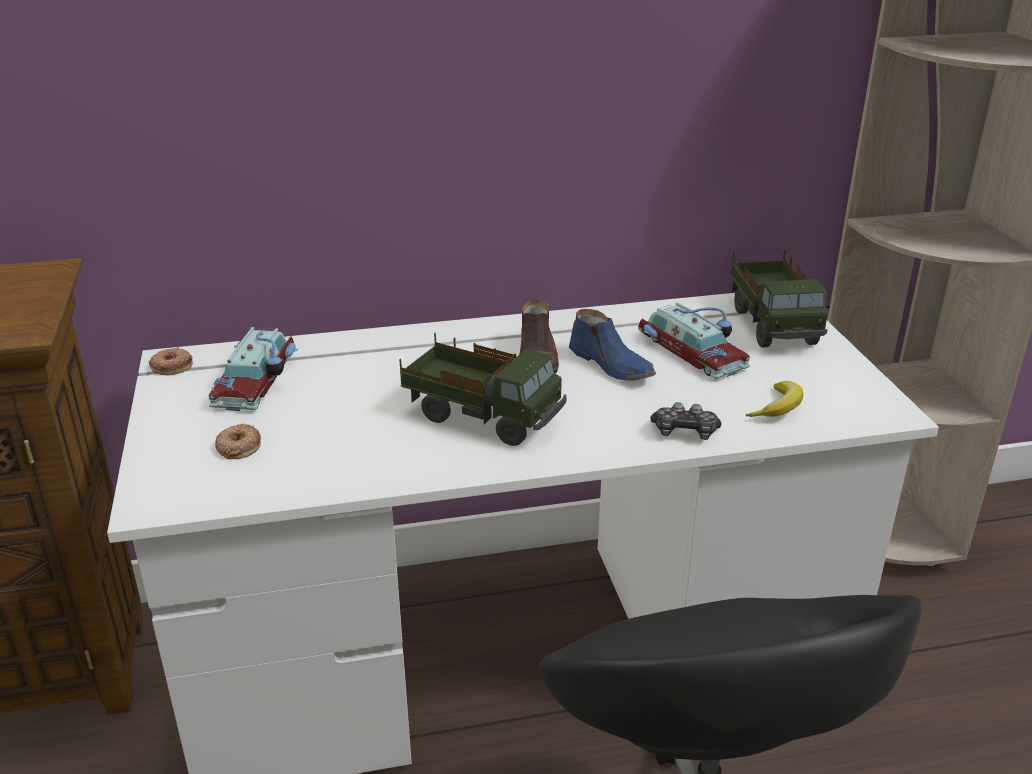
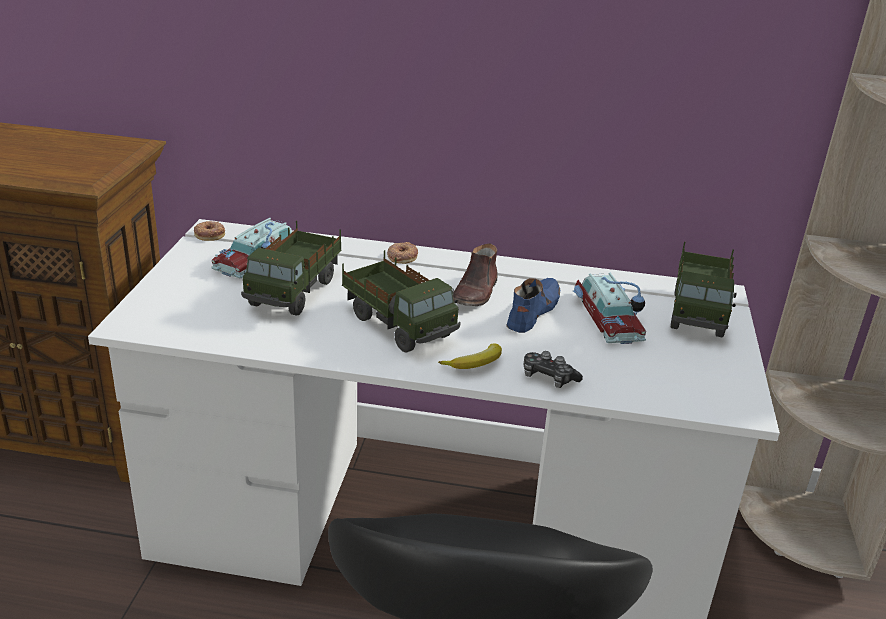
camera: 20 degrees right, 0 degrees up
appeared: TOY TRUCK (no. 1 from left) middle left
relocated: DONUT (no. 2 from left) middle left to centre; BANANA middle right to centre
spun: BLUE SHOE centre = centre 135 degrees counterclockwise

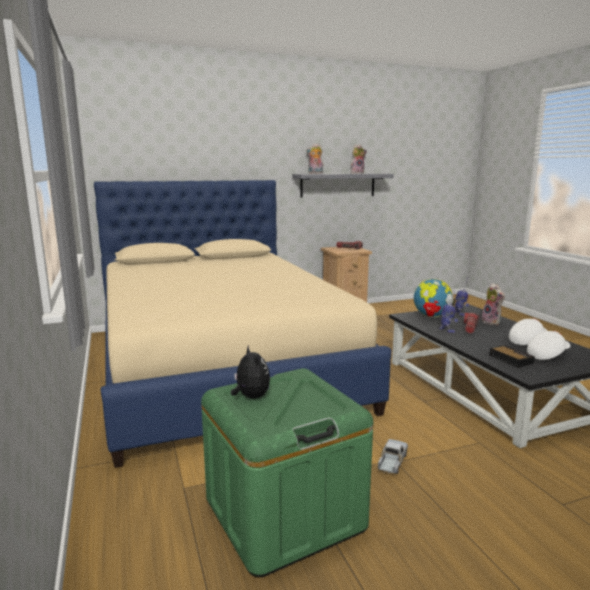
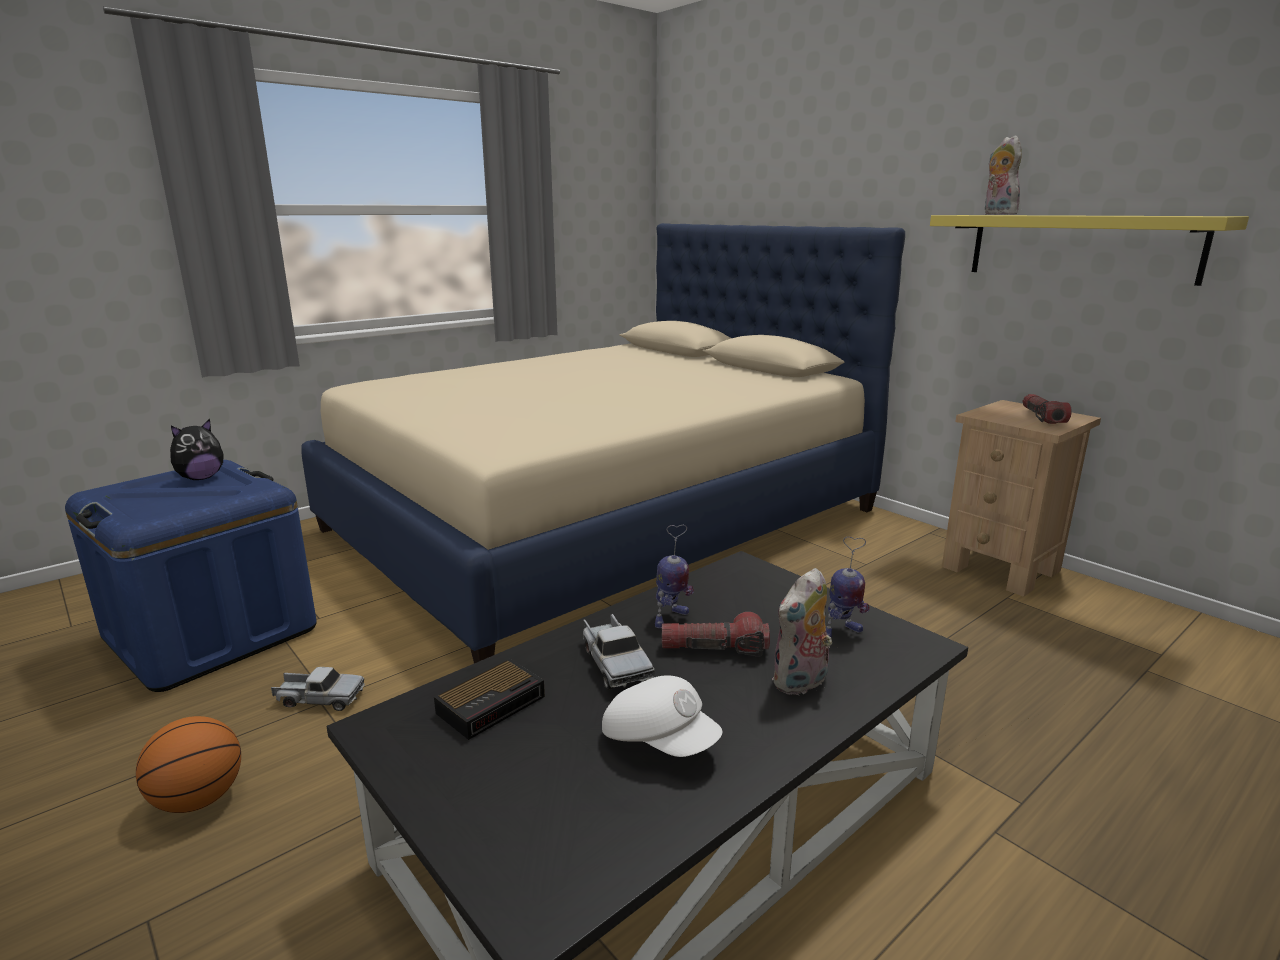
camera: 70 degrees right, 5 degrees up
missing: PLUSH TOY (no. 3 from left) top centre; GLOBE middle right; WHITE CAP (no. 2 from left) middle right
appeared: BASKETBALL bottom left; TOY TRUCK (no. 2 from left) bottom centre
colour: GREEN STORAGE BOX bottom centre to BLUE STORAGE BOX middle left; GREY SHELF top centre to YELLOW SHELF top right

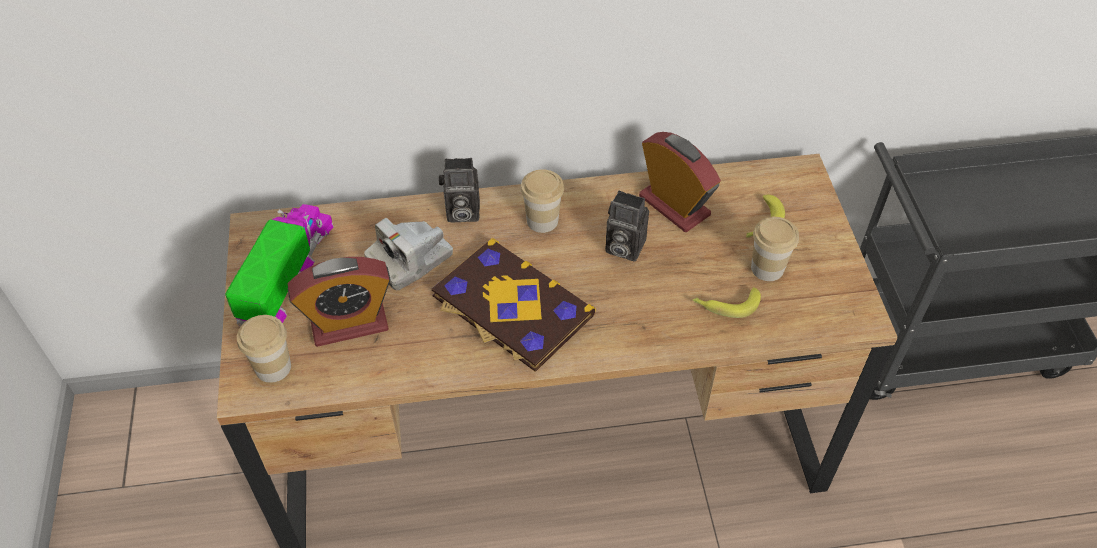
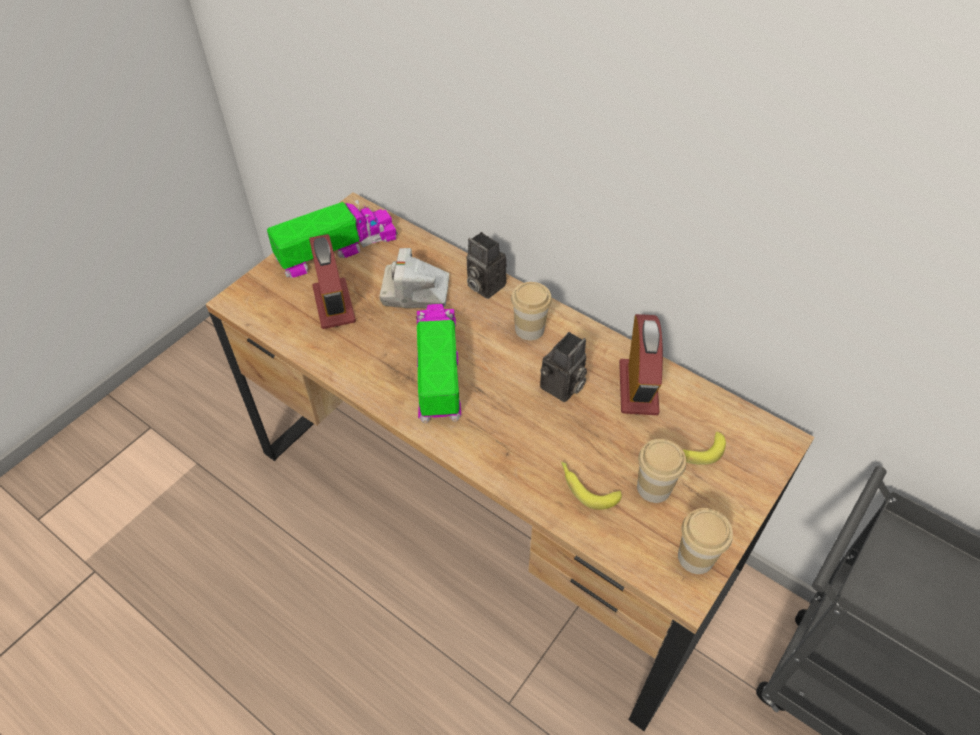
camera: 45 degrees right, 0 degrees up
relocated: CUP (no. 1 from left in the first image) middle left to CUP (no. 3 from left) bottom right
exchanged: BOOK centre to TOY TRUCK (no. 2 from left) centre
spun: ALARM CLOCK (no. 1 from left) middle left = centre 45 degrees clockwise; PHOTO CAMERA (no. 3 from left) centre = centre 120 degrees counterclockwise

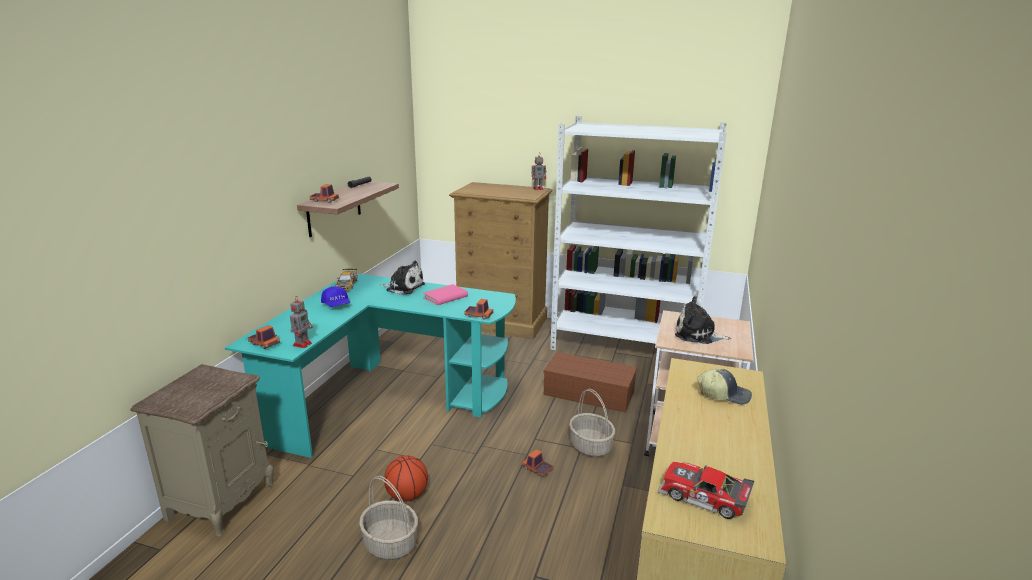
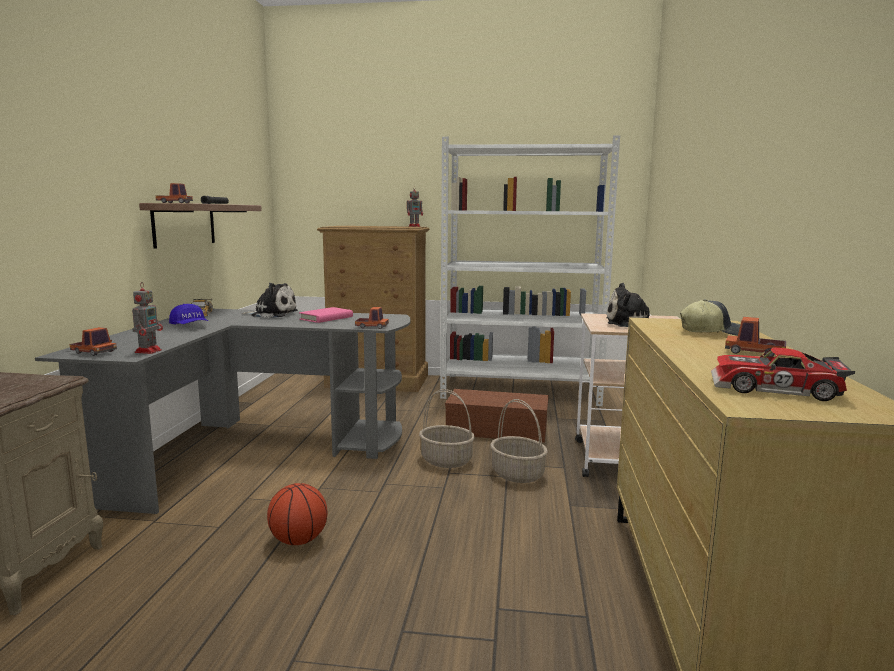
camera: 10 degrees left, 10 degrees down
relocated: BASKET (no. 1 from left) bottom centre to centre; TOY TRUCK (no. 4 from left) bottom centre to middle right
colour: TURQUOISE DESK centre to GREY DESK middle left

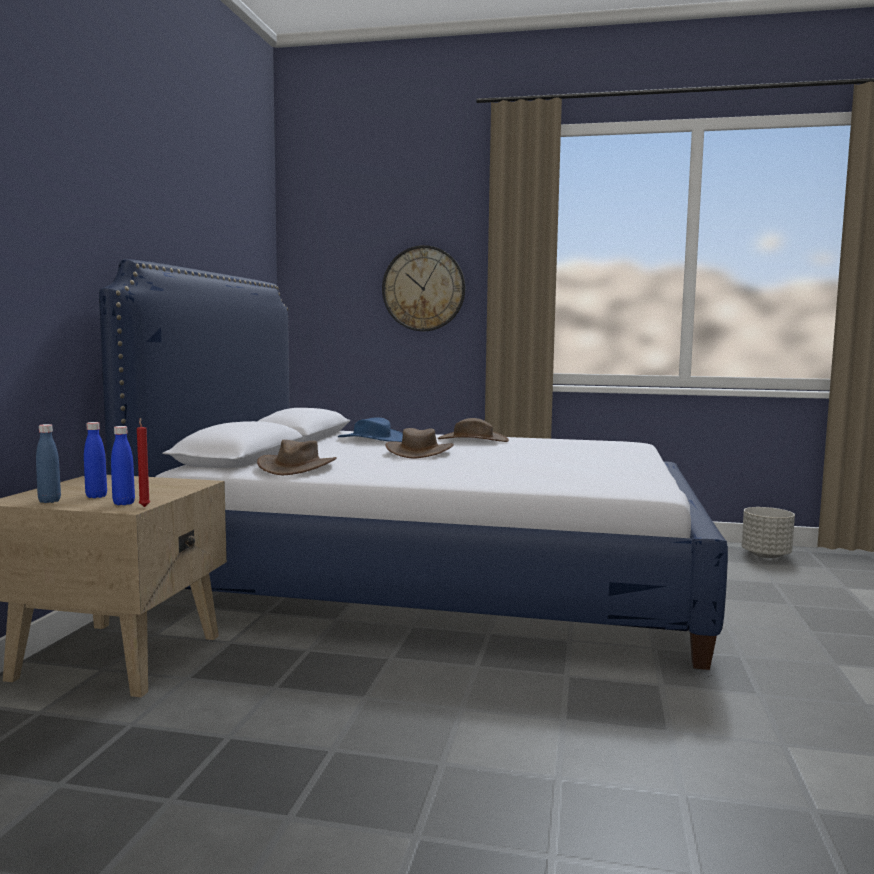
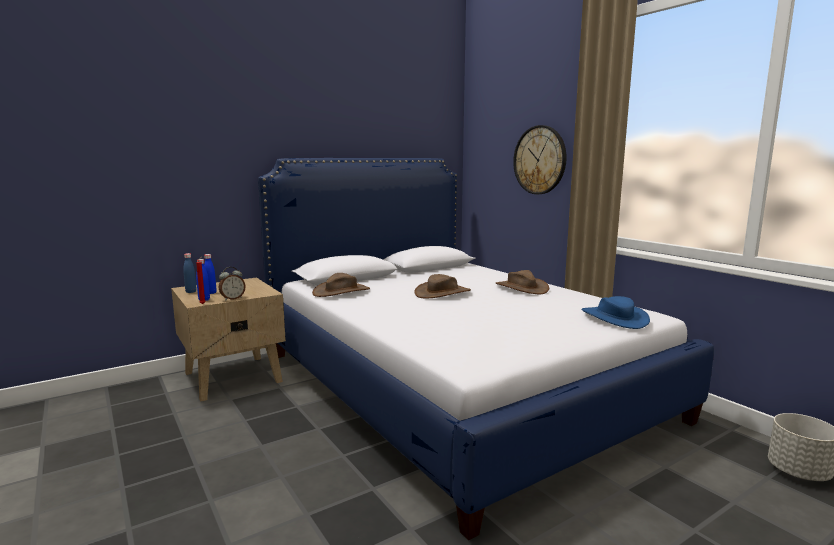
camera: 45 degrees right, 5 degrees up
appeared: ALARM CLOCK middle left
relocated: BLUE HAT centre to middle right

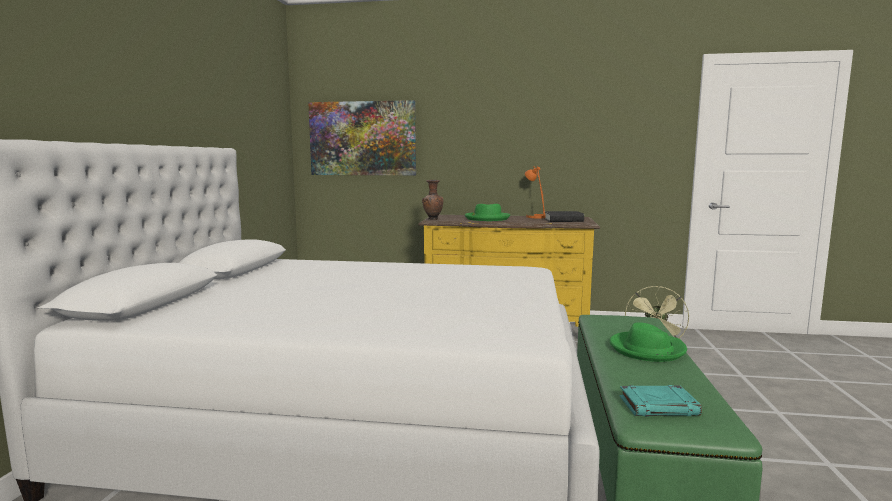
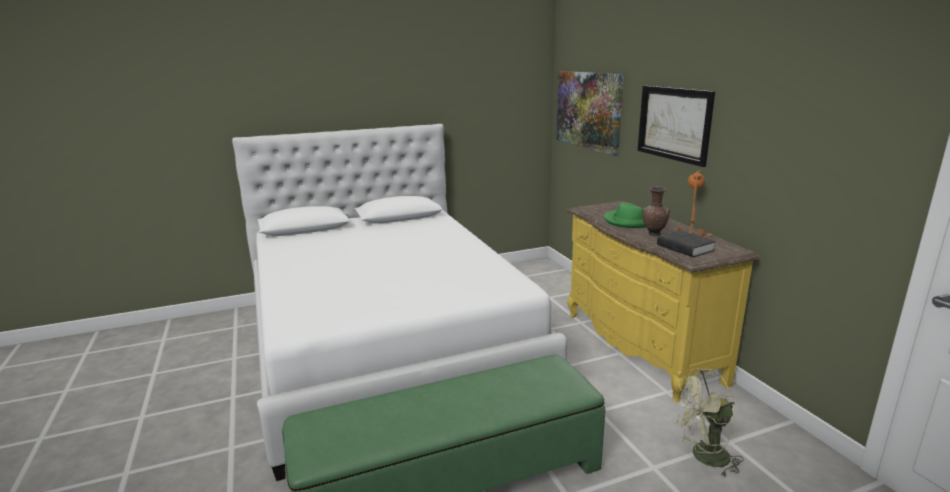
camera: 60 degrees right, 10 degrees up
missing: GREEN HAT (no. 2 from left) bottom right; TURQUOISE BOOK bottom right
appeared: PICTURE (no. 2 from left) top right
relocated: BROWN VASE centre to middle right

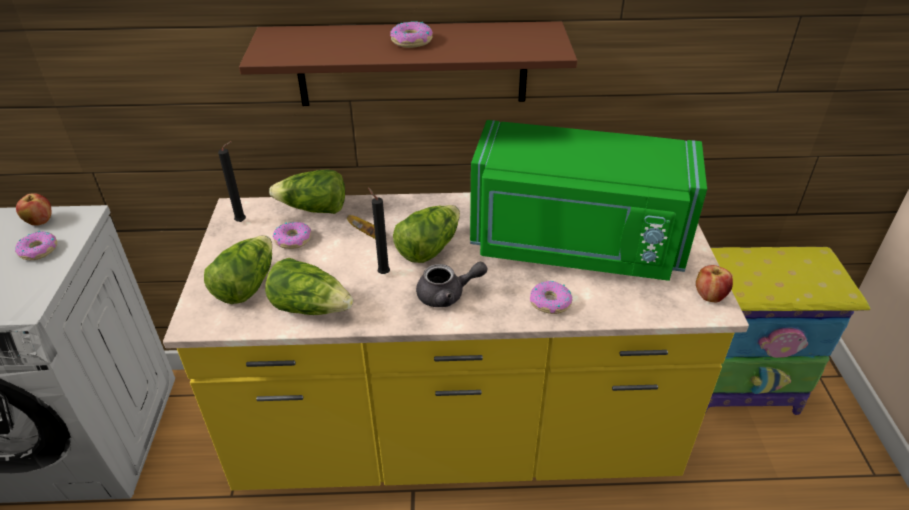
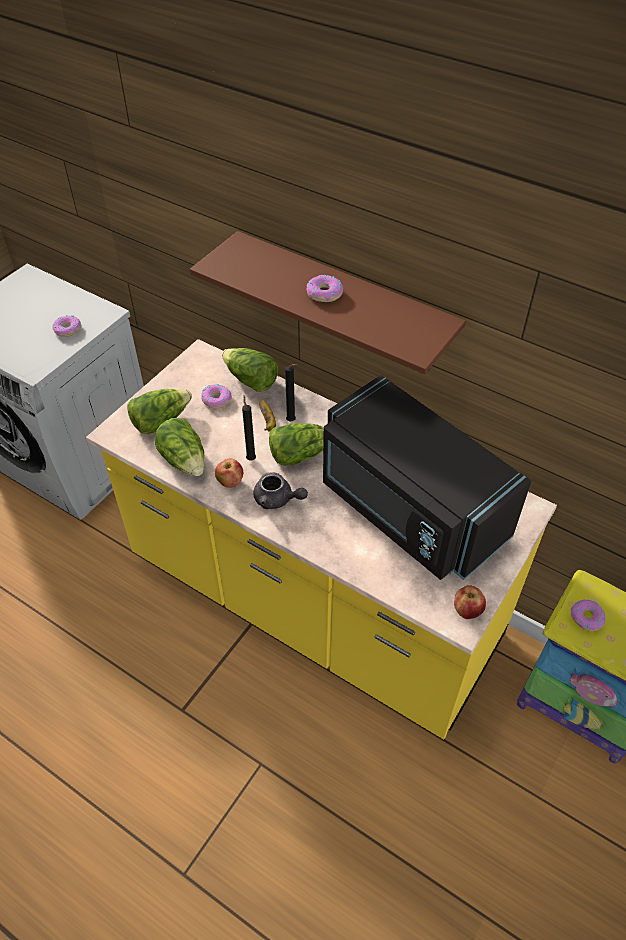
camera: 35 degrees right, 10 degrees up
relocated: APPLE (no. 1 from left) middle left to centre; BLACK CANDLE (no. 1 from left in the first image) middle left to BLACK CANDLE (no. 2 from left) centre; DONUT (no. 4 from left) centre to middle right
colour: GREEN MICROWAVE centre to BLACK MICROWAVE middle right

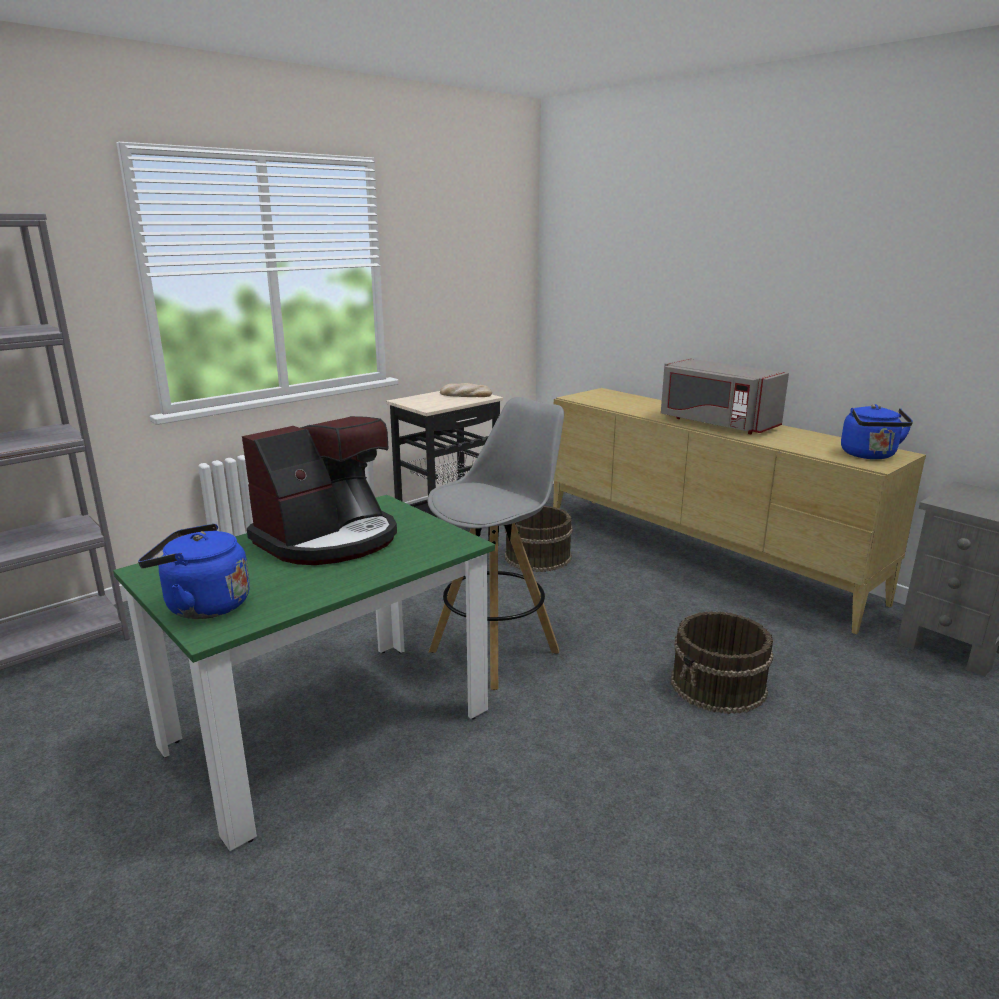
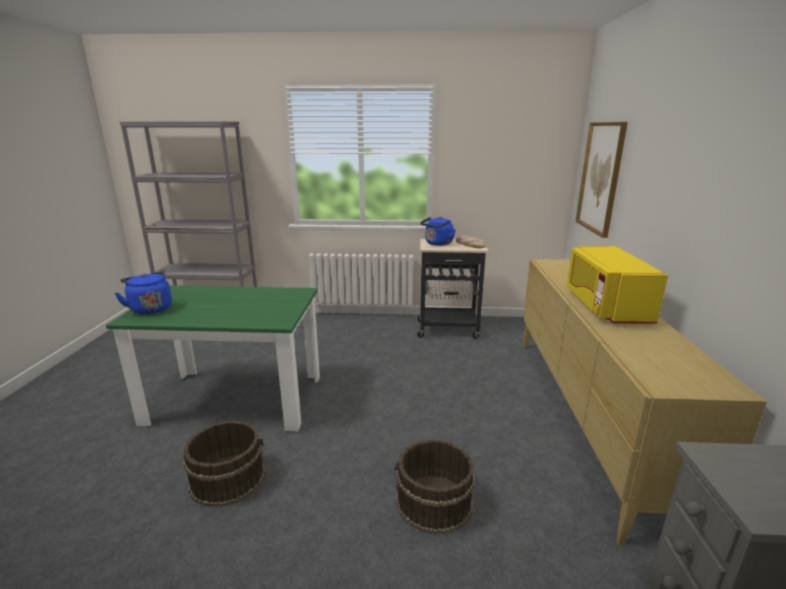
camera: 45 degrees right, 0 degrees up
missing: COFFEE MACHINE middle left; GREY STOOL centre
appeared: PICTURE top right
relocated: BROWN BUCKET (no. 1 from left) centre to bottom left; BLUE KETTLE (no. 2 from left) middle right to centre
colour: GREY MICROWAVE middle right to YELLOW MICROWAVE middle right

